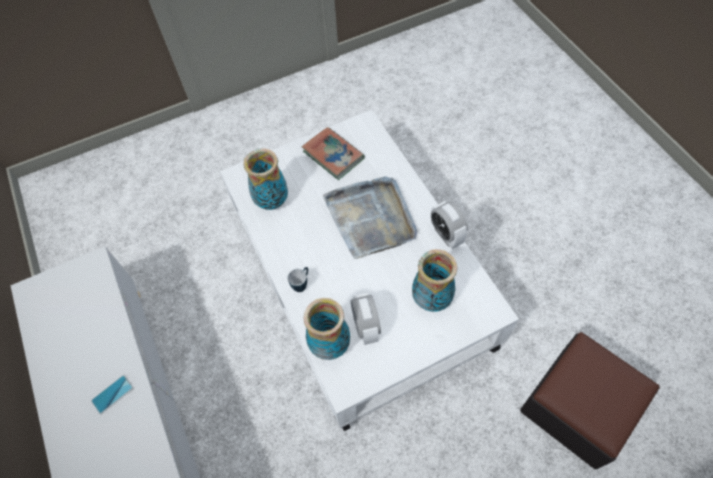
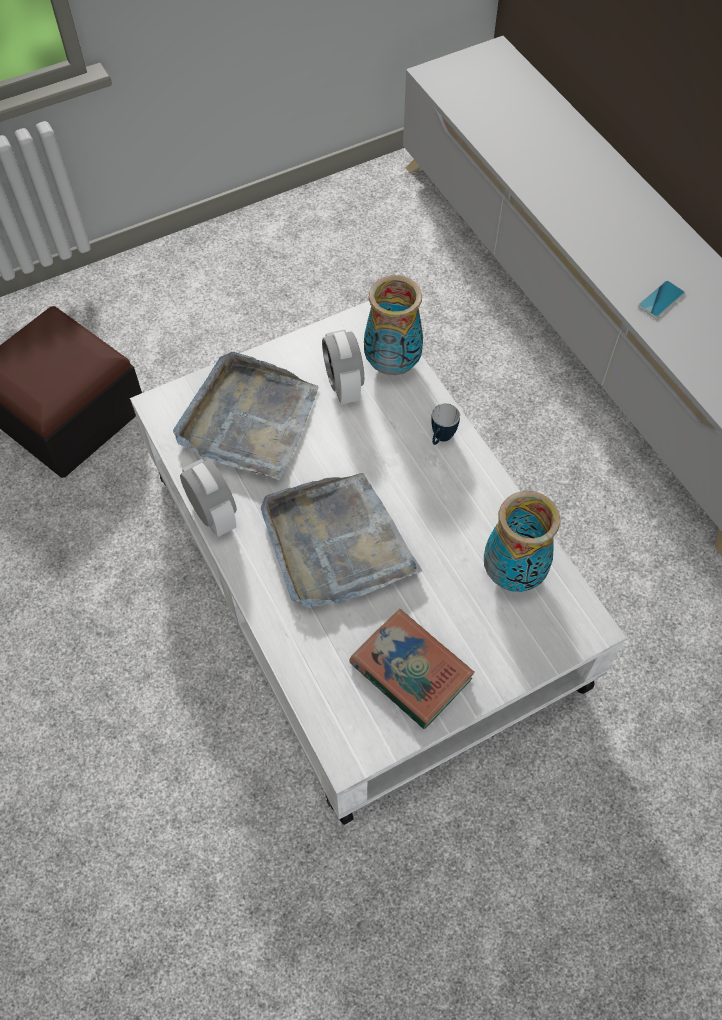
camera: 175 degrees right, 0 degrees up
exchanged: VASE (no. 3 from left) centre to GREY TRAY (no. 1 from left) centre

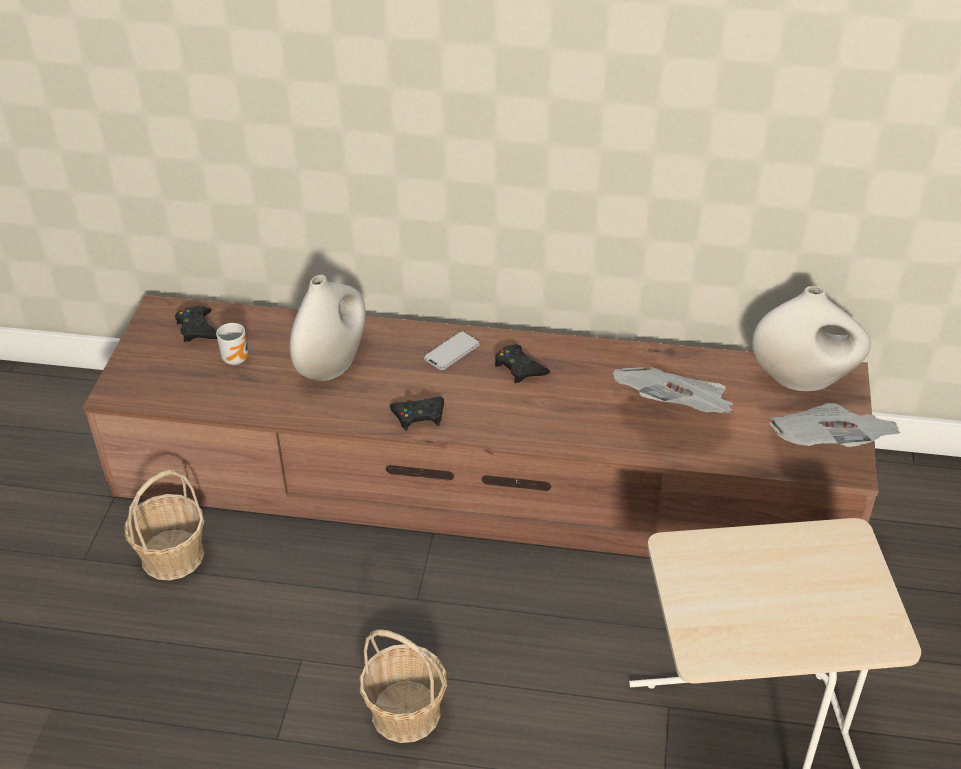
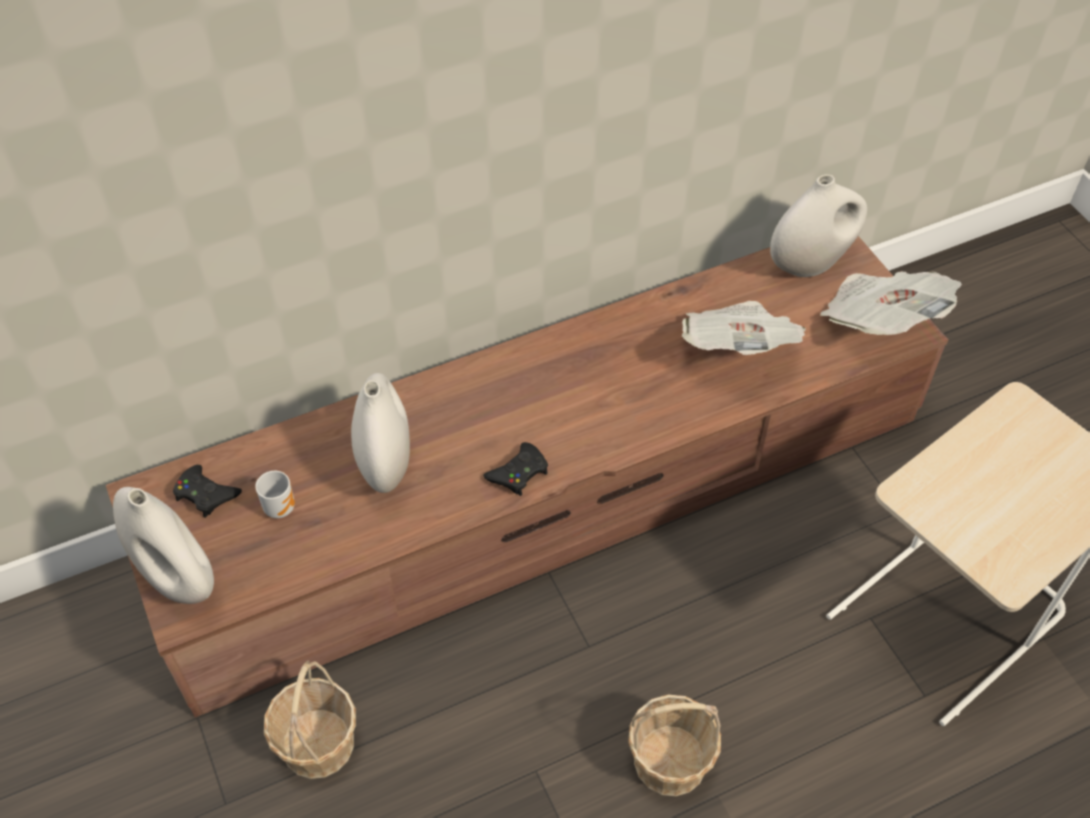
camera: 35 degrees left, 10 degrees up
missing: PHONE centre; BLACK GAME CONTROLLER (no. 3 from left) centre
appeared: WHITE VASE (no. 1 from left) middle left

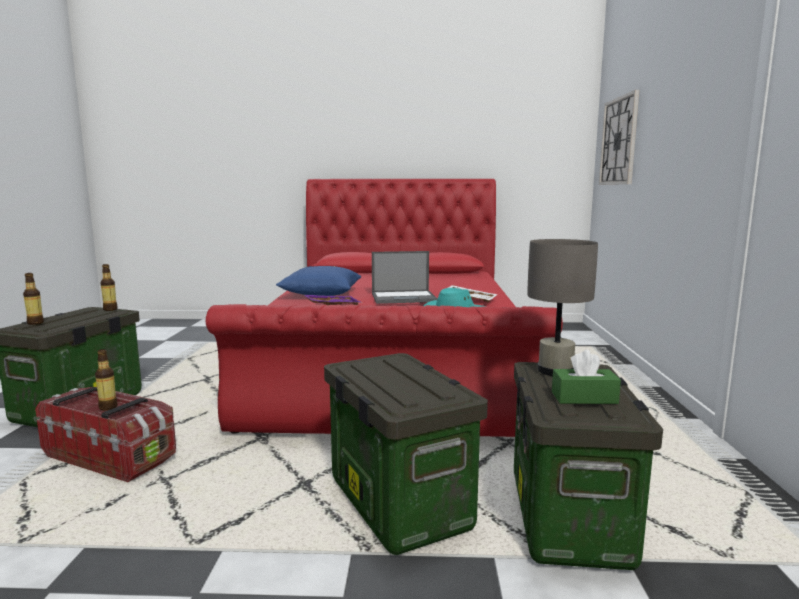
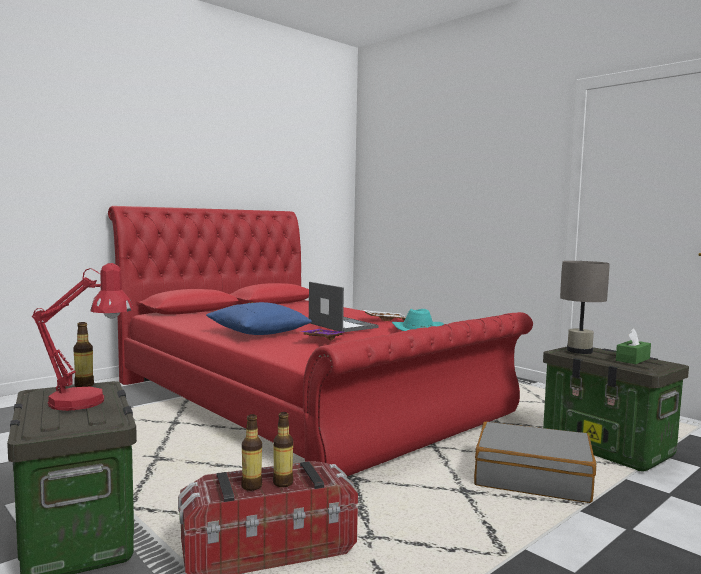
camera: 45 degrees left, 5 degrees down
missing: WALL CLOCK top right
appeared: RED TABLE LAMP middle left
relocated: BOTTLE (no. 1 from left in the first image) middle left to BOTTLE (no. 2 from left) bottom centre
exchanged: STORAGE BOX (no. 3 from left) bottom centre to GREY SUITCASE bottom right
spun: LAPTOP centre = centre 75 degrees counterclockwise

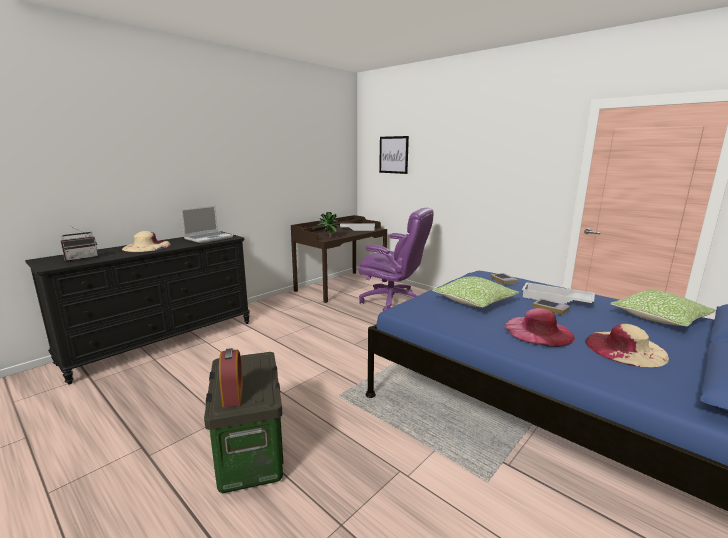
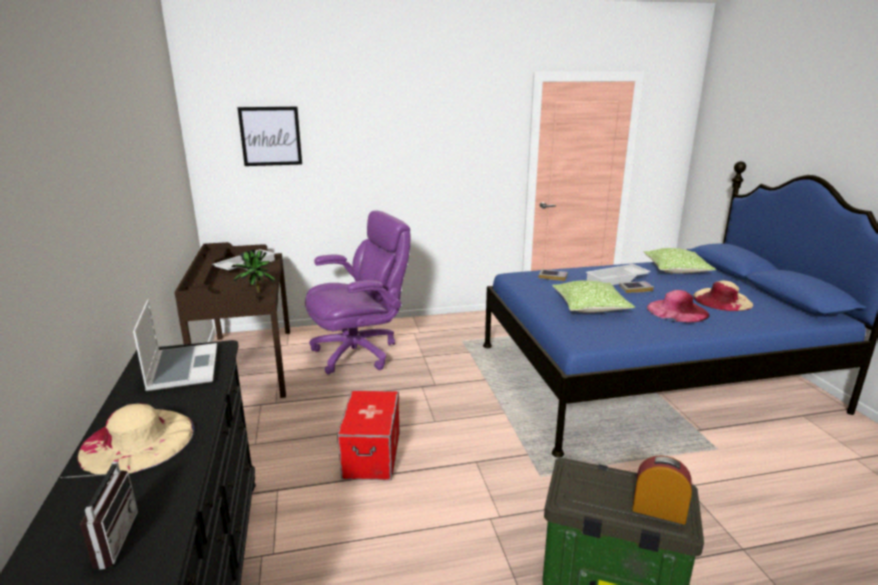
camera: 55 degrees left, 5 degrees up
appeared: STORAGE BOX (no. 1 from left) bottom centre

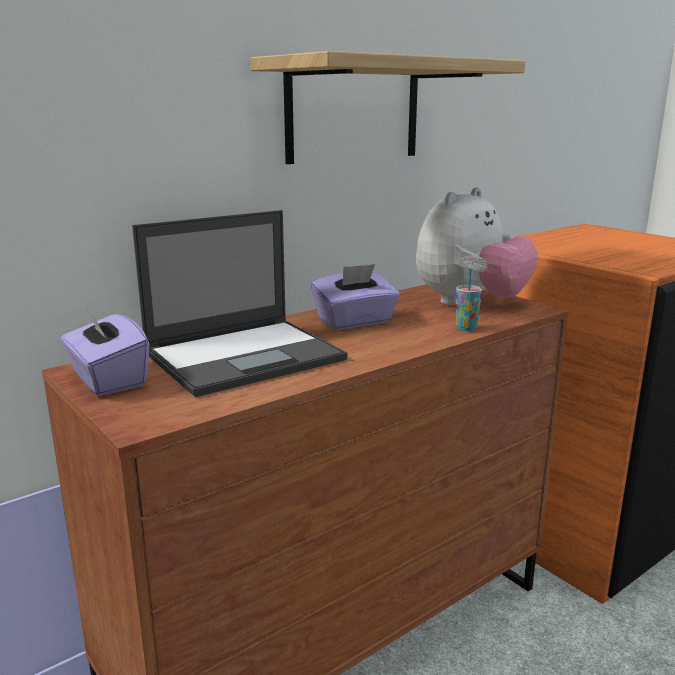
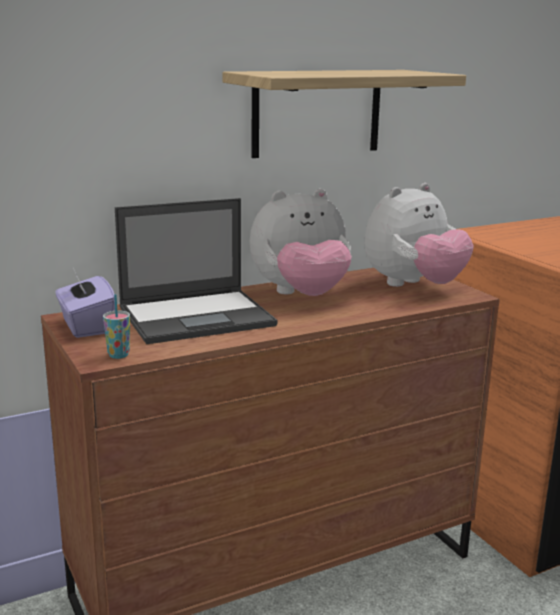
camera: 10 degrees right, 0 degrees up
relocated: CUP middle right to middle left
exchanged: PURPLE TISSUE BOX (no. 2 from left) centre to PLUSH TOY (no. 1 from left) centre

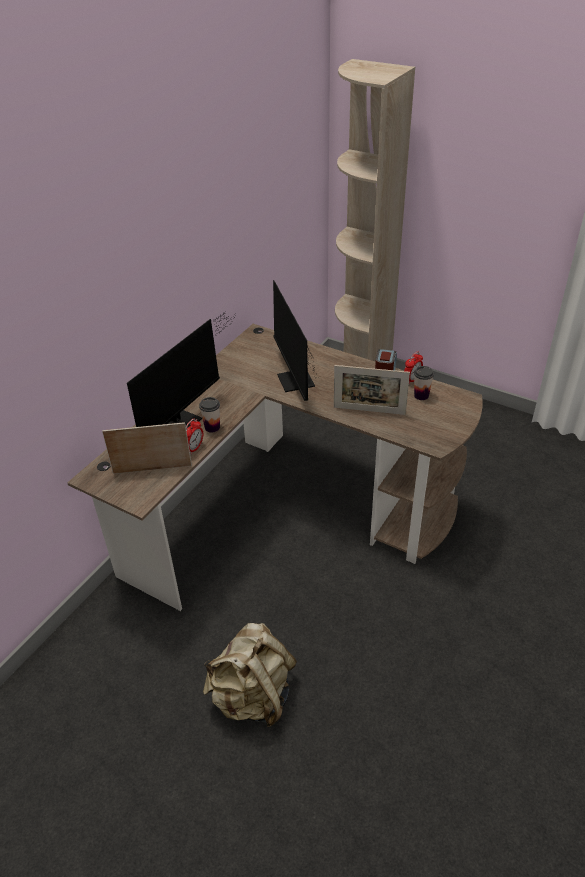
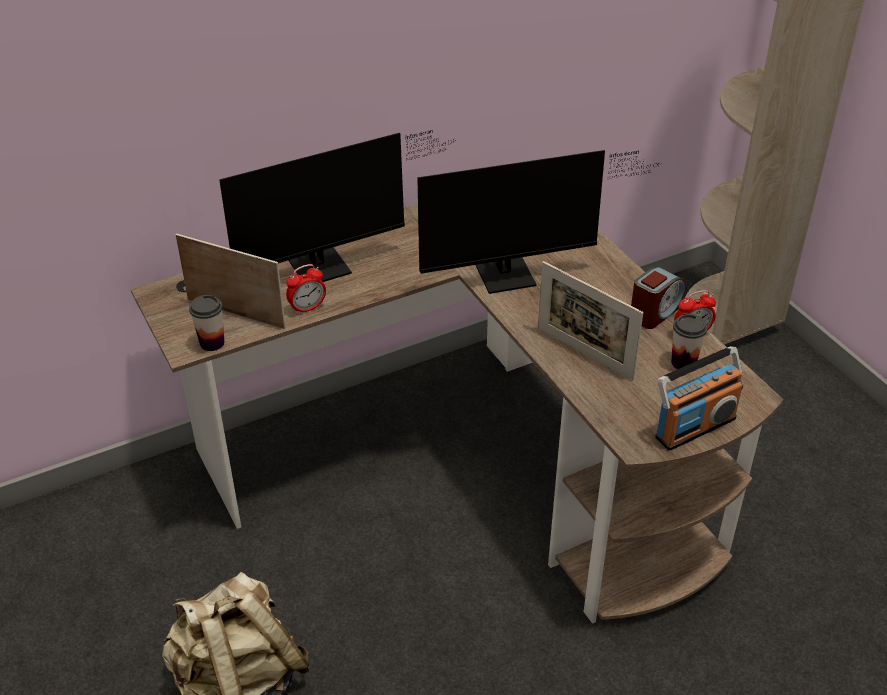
camera: 30 degrees right, 0 degrees up
appeared: RADIO middle right
relocated: CUP (no. 1 from left) centre to middle left
spun: MONITOR (no. 2 from left) centre = top centre 120 degrees counterclockwise

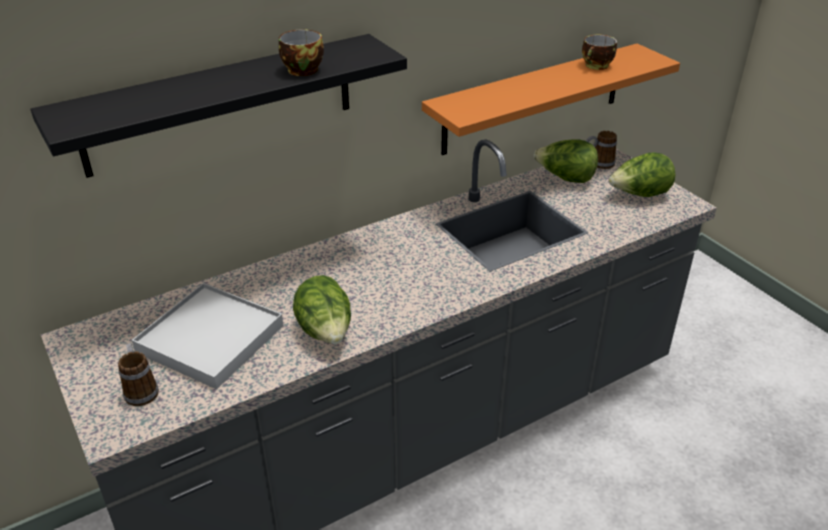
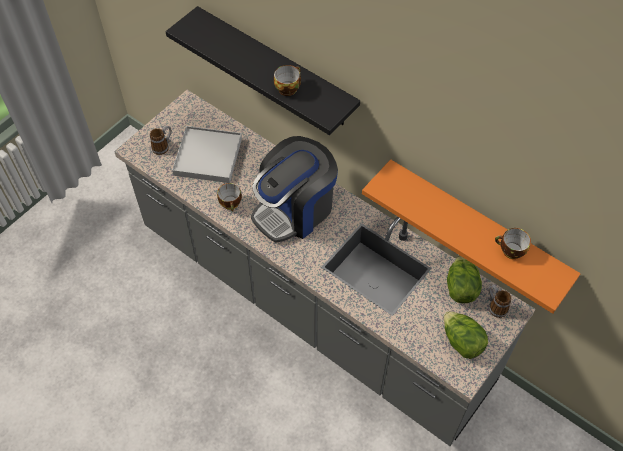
camera: 70 degrees right, 20 degrees up
appeared: COFFEE MACHINE centre
exchanged: LETTUCE (no. 1 from left) centre to CUP (no. 1 from left) centre

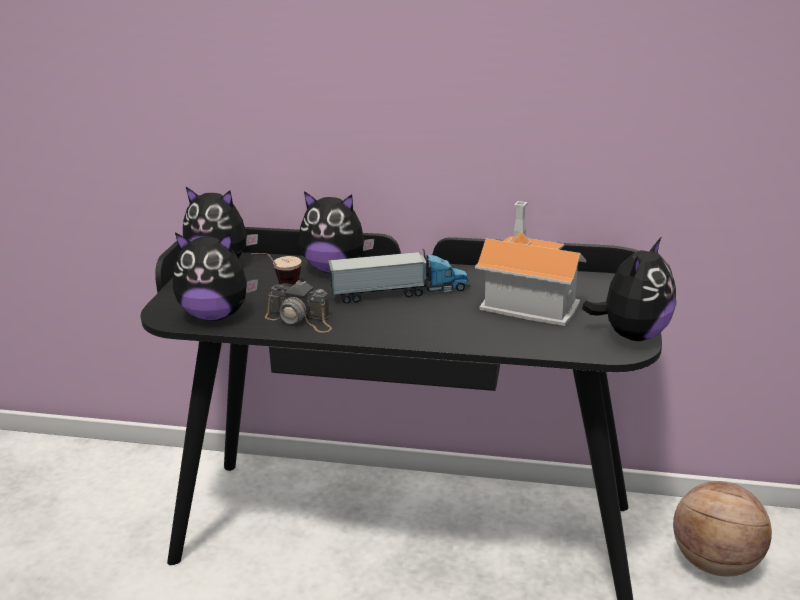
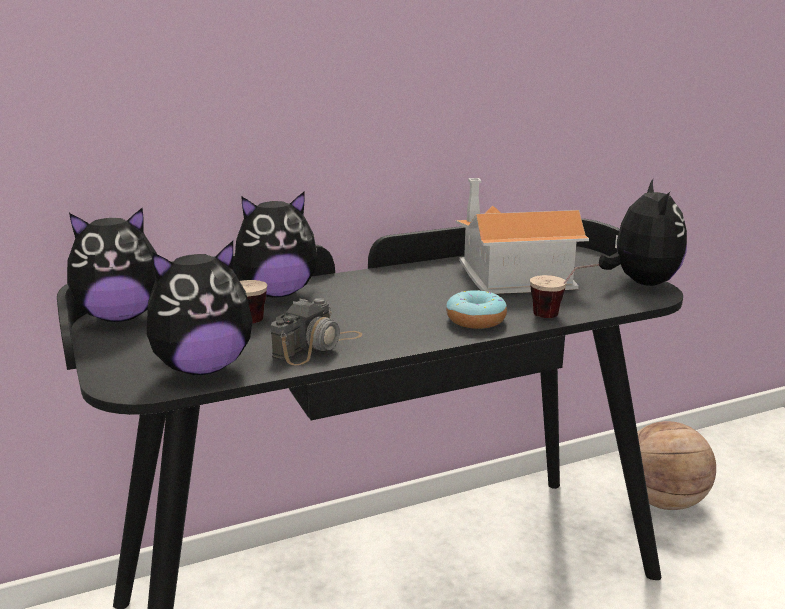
camera: 35 degrees left, 5 degrees down
missing: TOY TRUCK centre
appeared: DONUT centre; CUP (no. 2 from left) middle right
spun: PHOTO CAMERA centre = centre 45 degrees counterclockwise

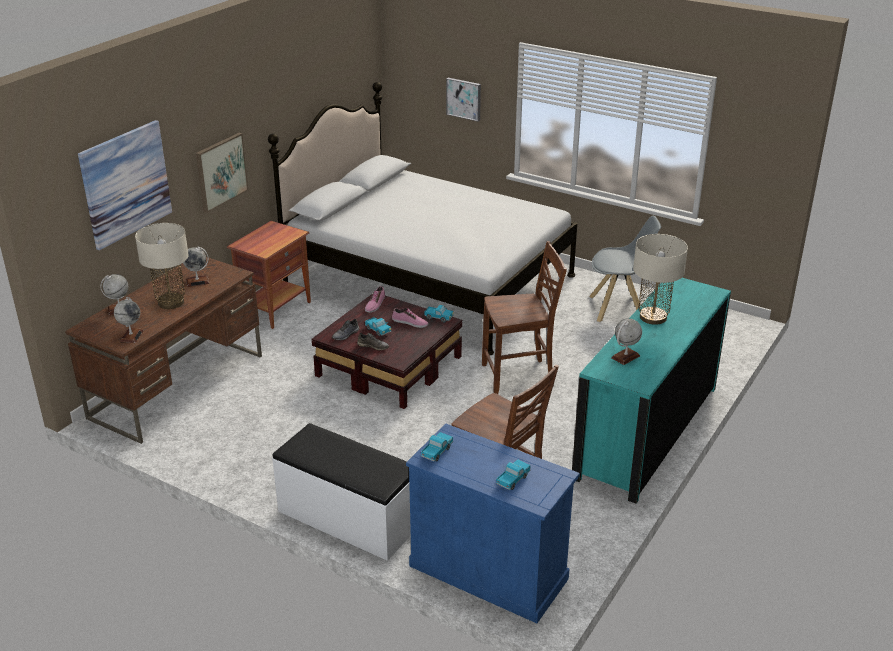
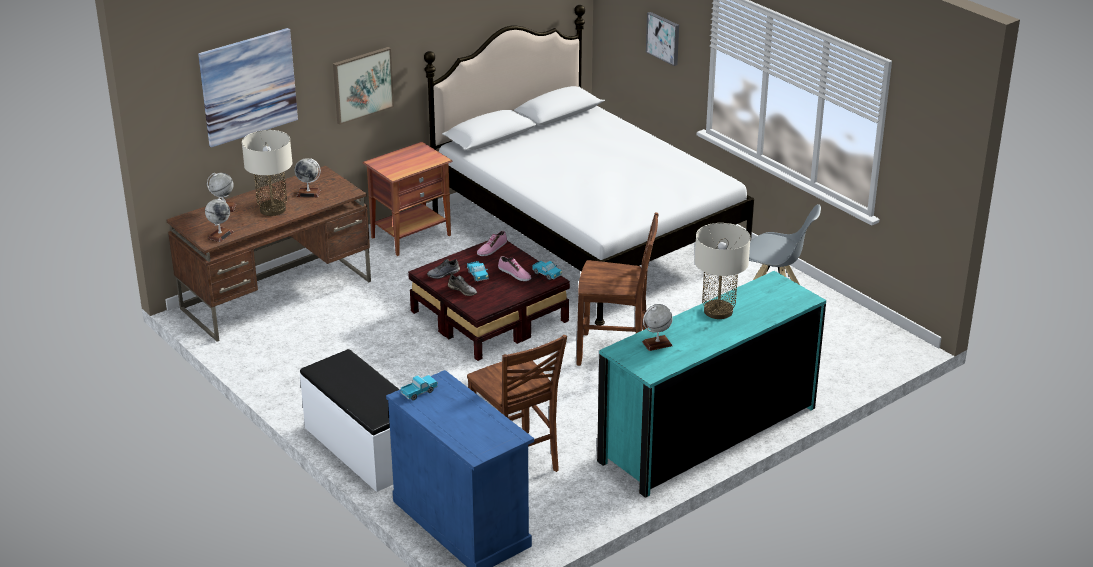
camera: 20 degrees right, 0 degrees up
missing: TOY TRUCK (no. 4 from left) bottom centre

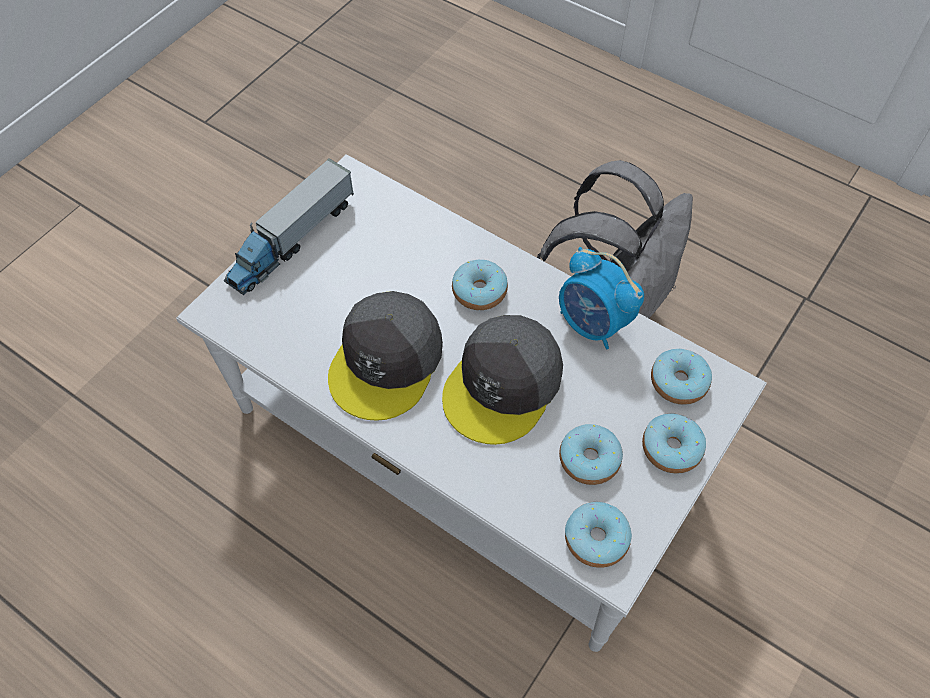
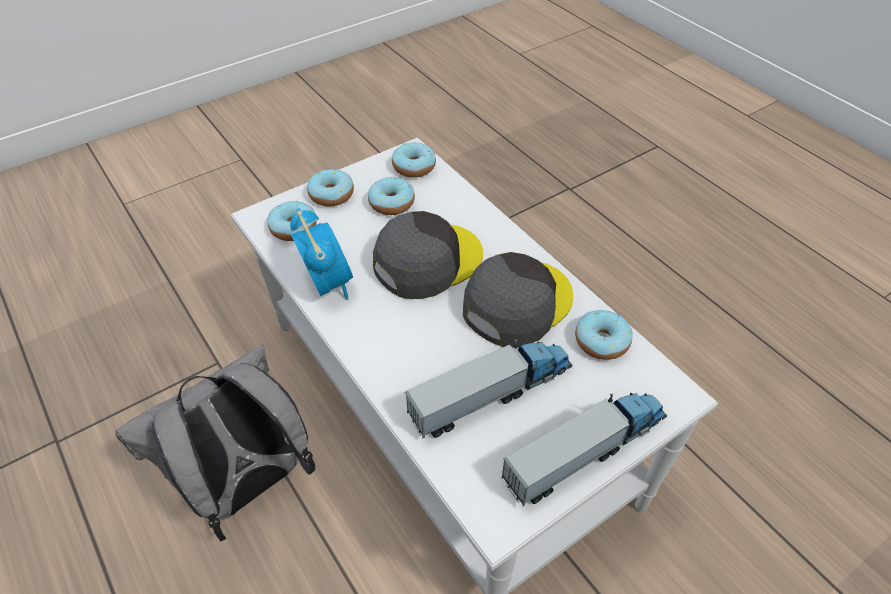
camera: 160 degrees left, 10 degrees down
appeared: TOY TRUCK (no. 1 from left) centre
relocated: DONUT (no. 1 from left in the first image) centre to DONUT (no. 5 from left) middle right

